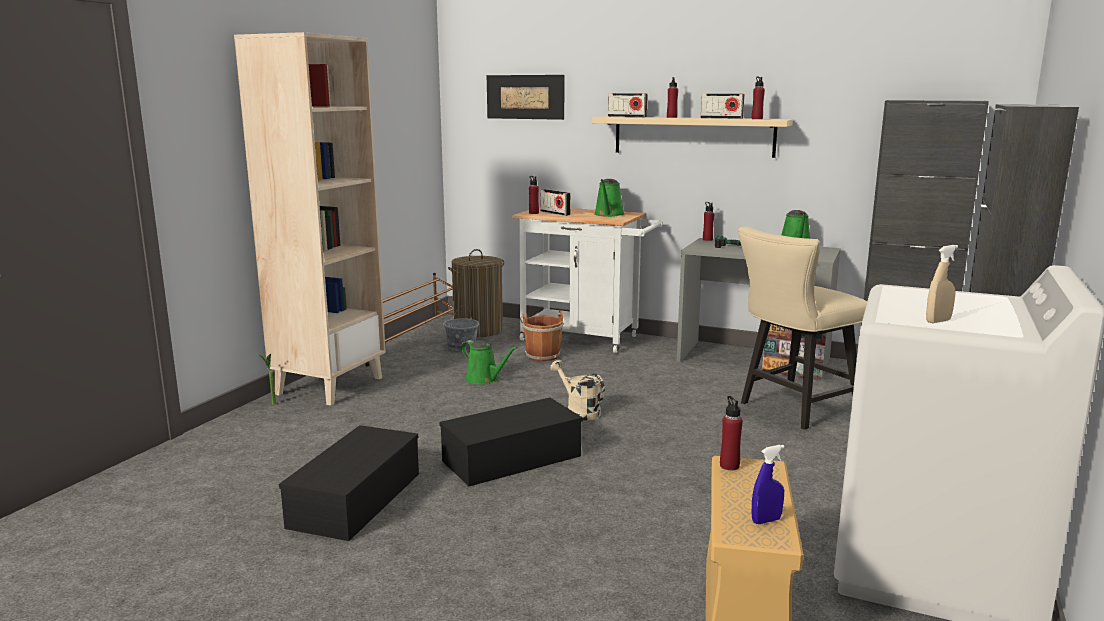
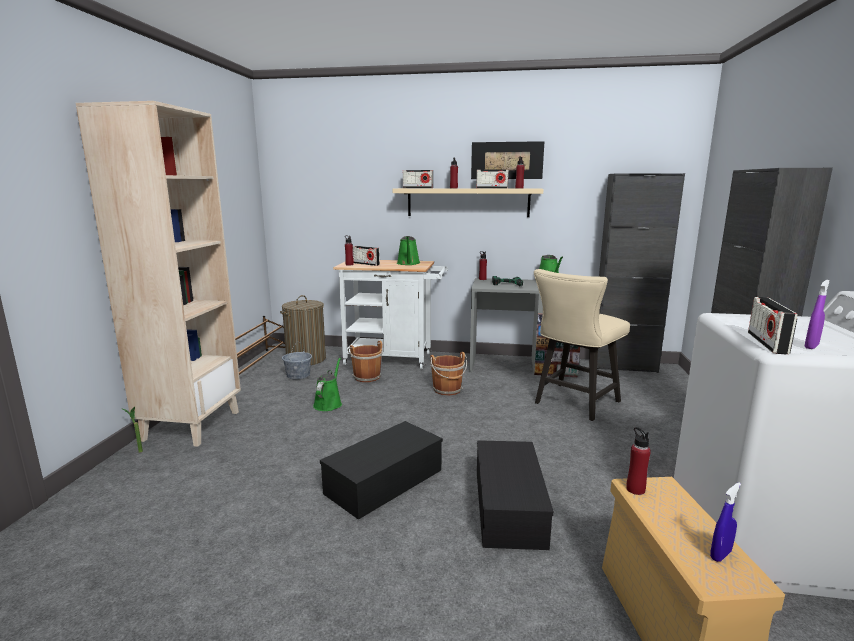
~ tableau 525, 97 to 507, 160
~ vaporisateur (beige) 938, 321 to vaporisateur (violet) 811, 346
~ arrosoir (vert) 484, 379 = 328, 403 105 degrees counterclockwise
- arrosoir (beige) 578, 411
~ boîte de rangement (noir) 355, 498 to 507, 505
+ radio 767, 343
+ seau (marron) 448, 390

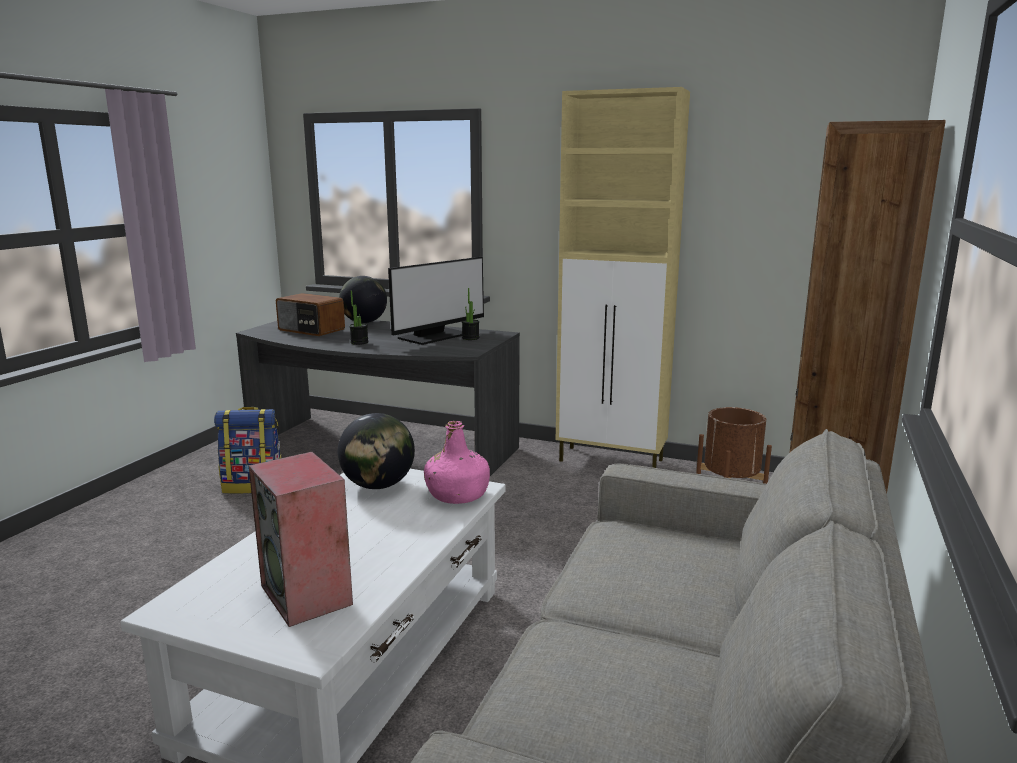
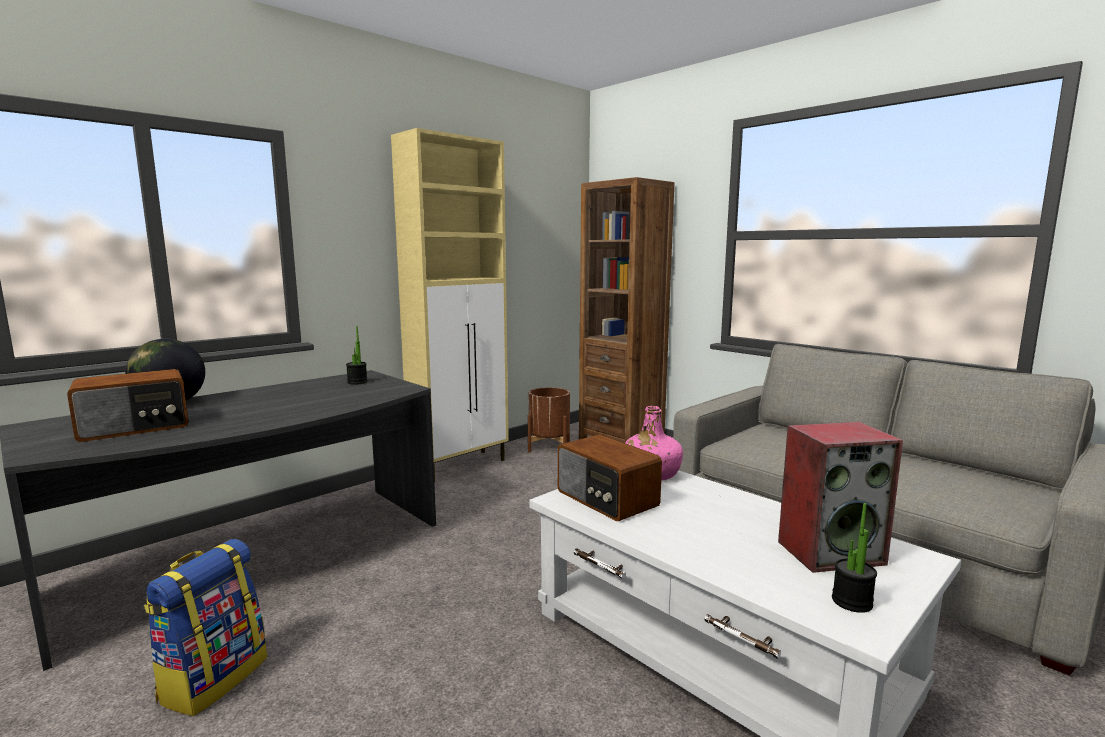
- écran d'ordinateur 435, 336
~ plante en pot 359, 342 to 852, 602
~ globe 378, 485 to radio 606, 499

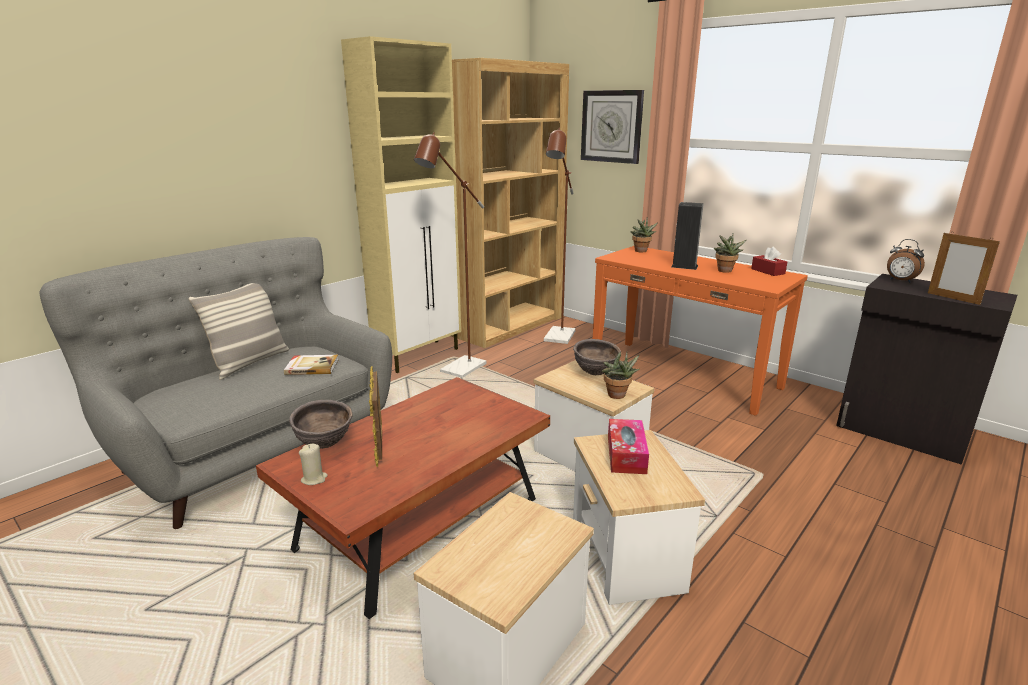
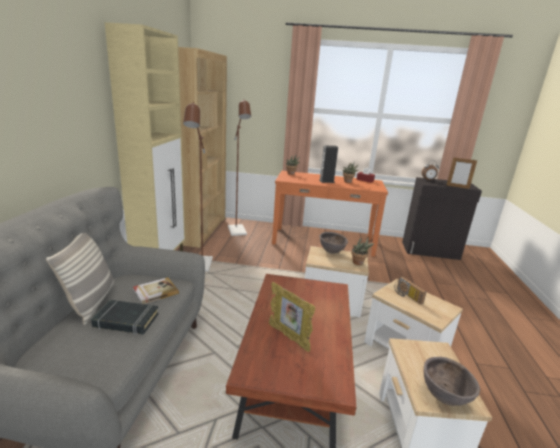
- horloge murale 611, 126
~ bol (marron) 324, 445 to 444, 398
~ boîte à mouchoirs 626, 454 to radio 406, 296
- bougie (beige) 314, 479
+ livre (noir) 126, 321

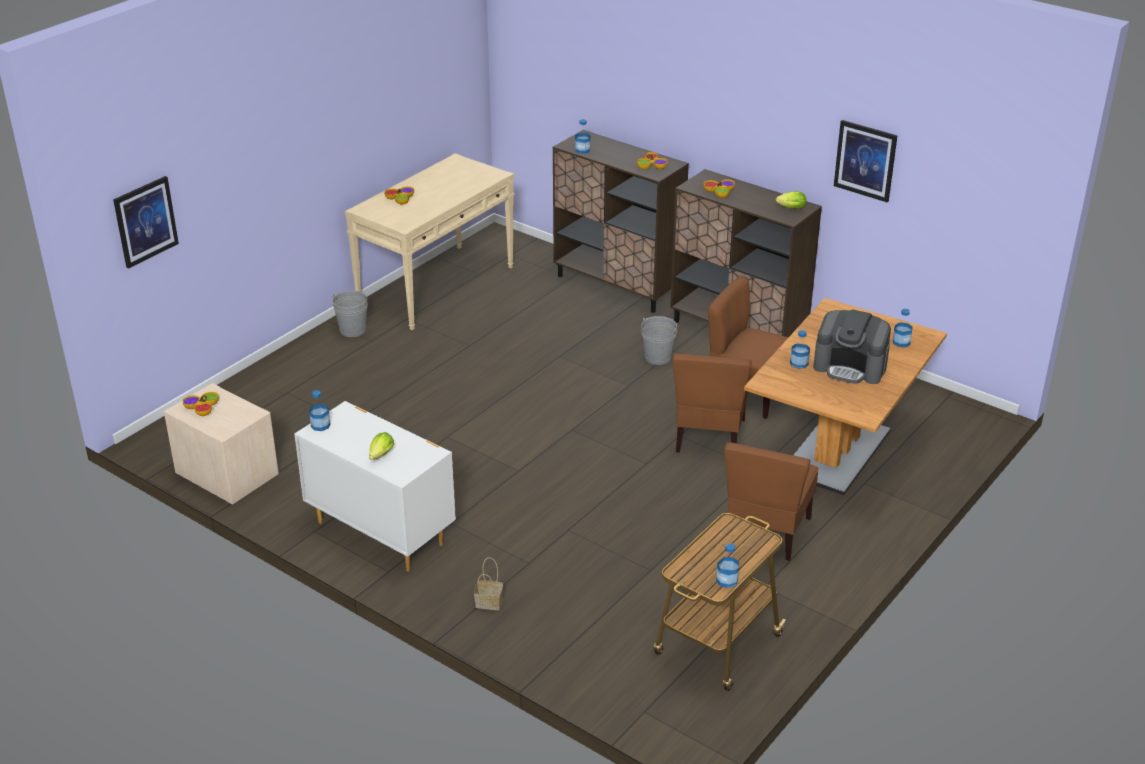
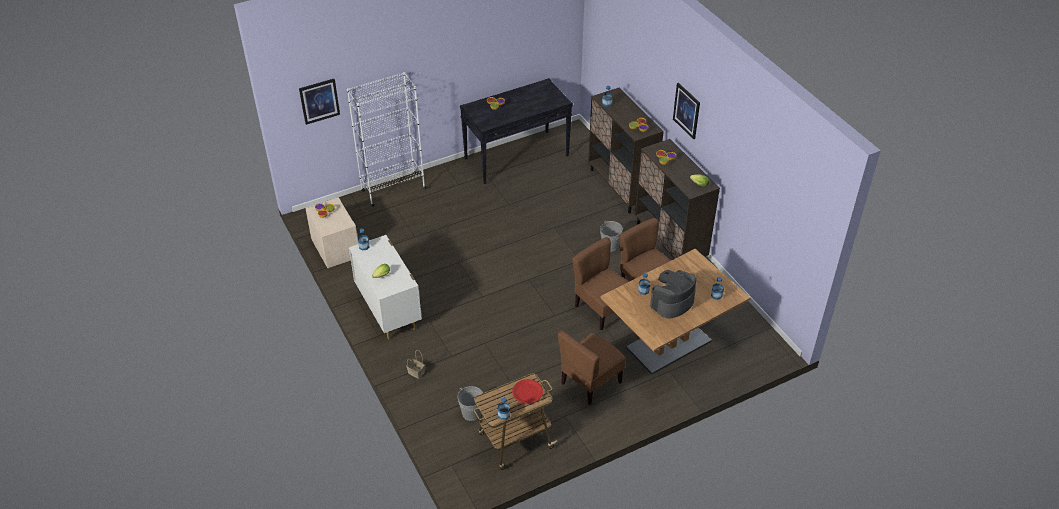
~ tableau 865, 160 to 686, 110
~ table console (beige) 437, 286 to table console (noir) 517, 157
~ seau (gris) 352, 330 to 471, 413
~ machine à café 850, 367 = 672, 303 90 degrees clockwise
~ chaise (marron) 708, 436 = 602, 309 105 degrees clockwise
+ bibliothèque (blanc) 393, 189
+ assiette (rouge) 527, 392

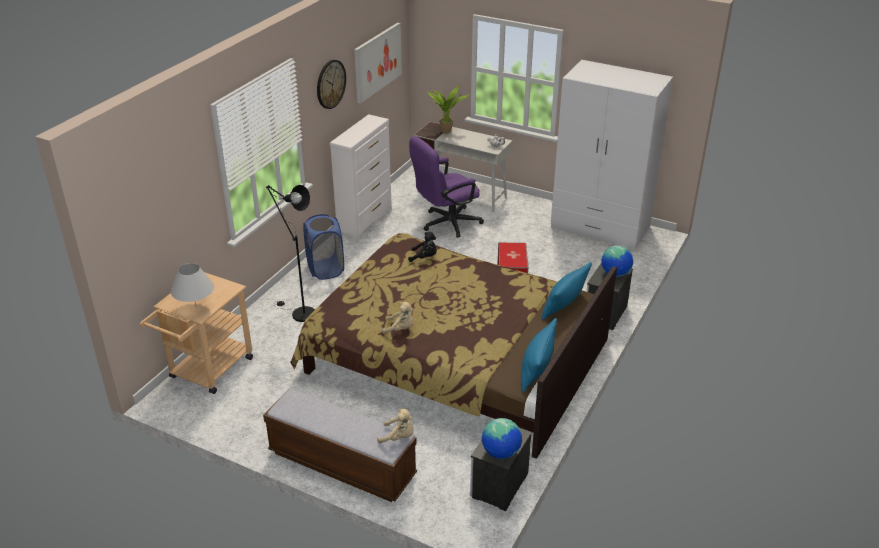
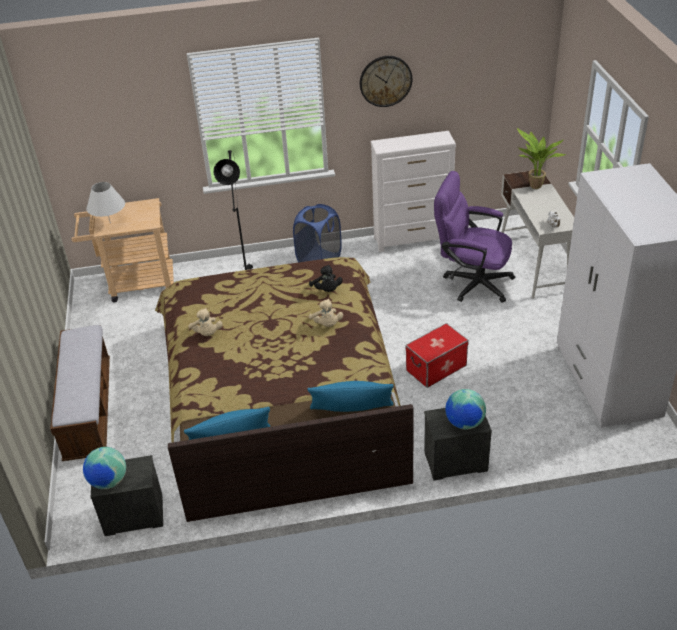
- tableau 377, 62
~ peluche (beige) 398, 437 to 326, 324

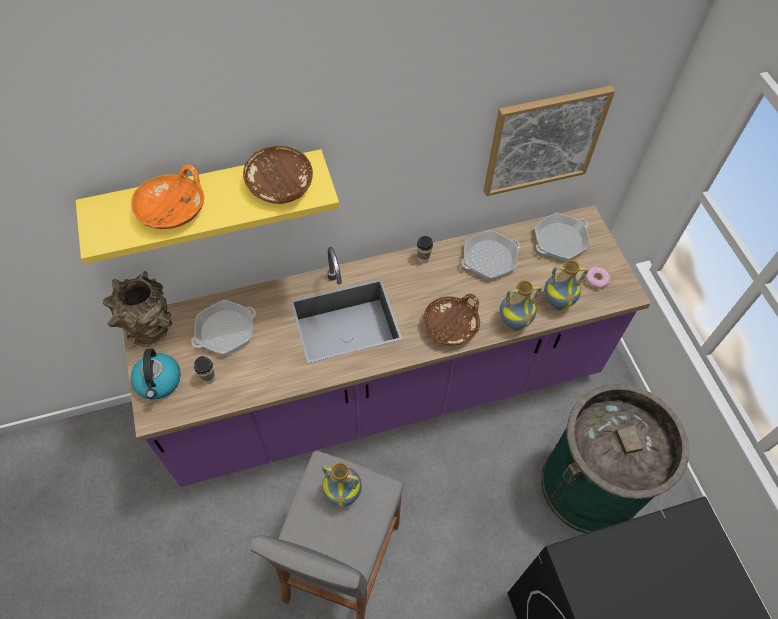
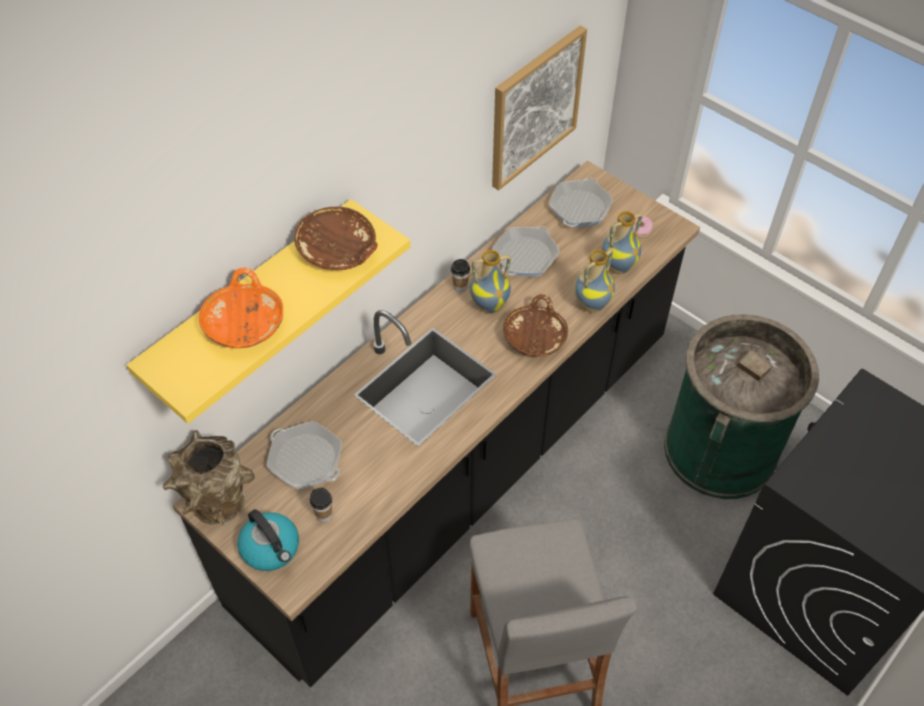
~ comptoir de cuisine (violet) 386, 391 to comptoir de cuisine (noir) 462, 468
~ poêle 225, 331 = 306, 460 75 degrees counterclockwise
~ vase 343, 492 to 489, 304

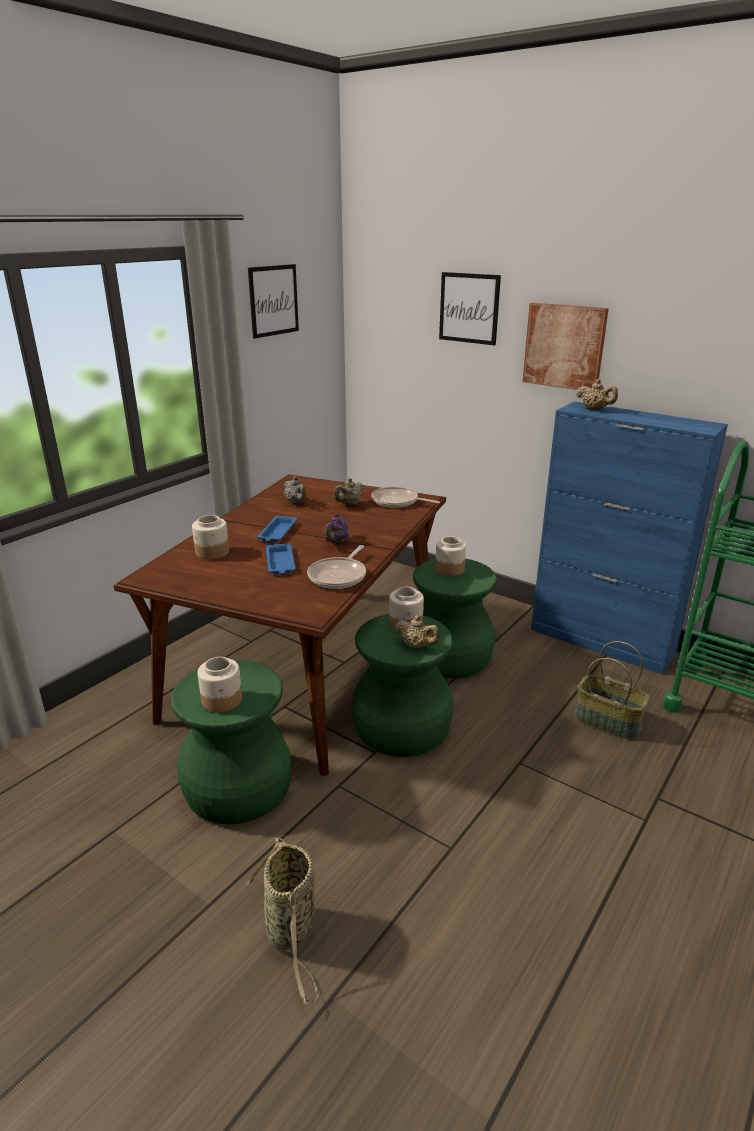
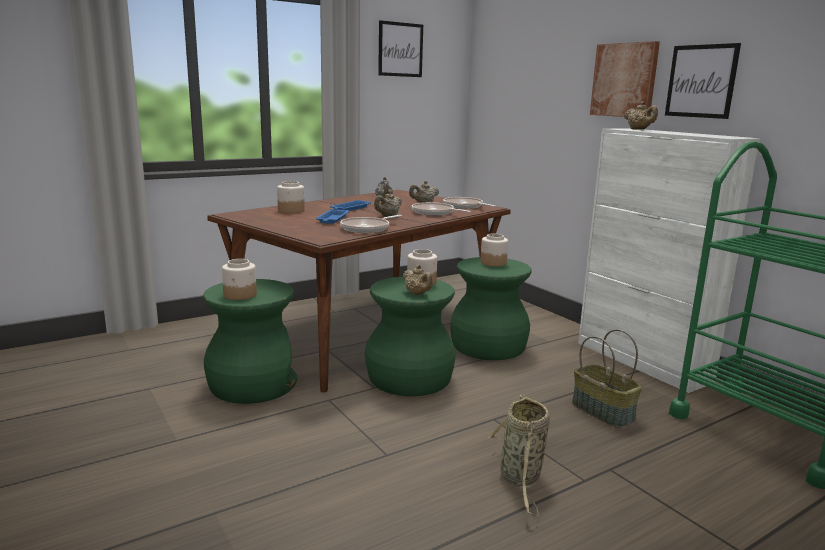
~ tableau 469, 308 to 701, 81
~ meuble de rangement (bleu) 602, 642 to meuble de rangement (blanc) 642, 362
~ théière (violet) 336, 542 to théière (beige) 388, 216
~ panier 291, 933 to 520, 478
+ poêle 435, 213

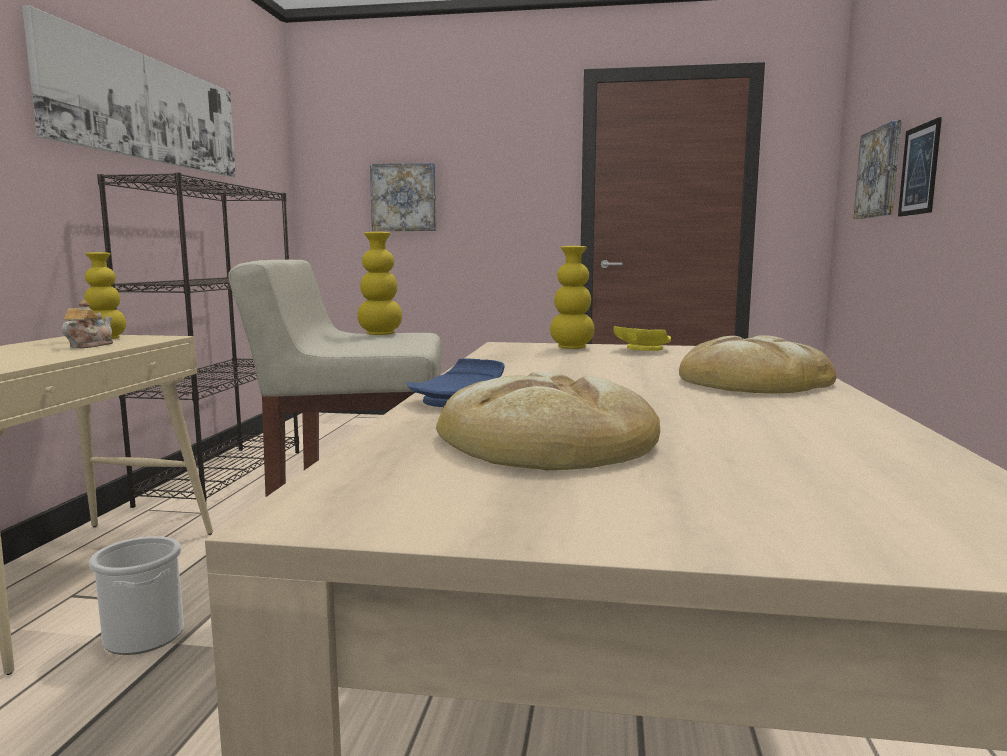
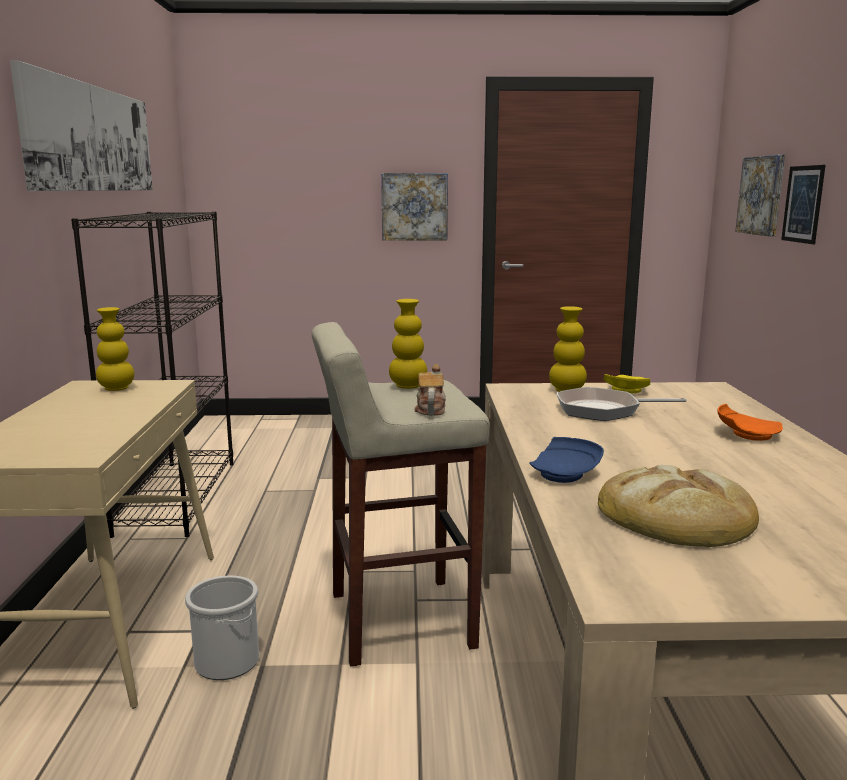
~ tableau 404, 197 to 414, 206
~ théière 89, 345 to 430, 410
~ pain 753, 381 to assiette (orange) 746, 434
+ poêle 604, 410

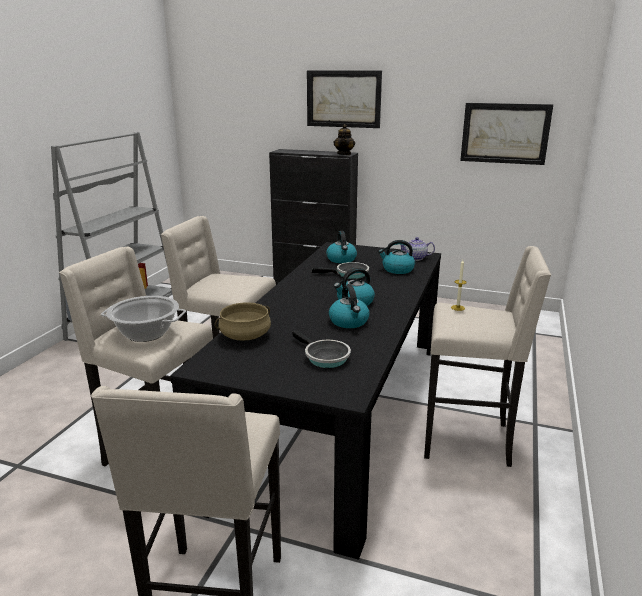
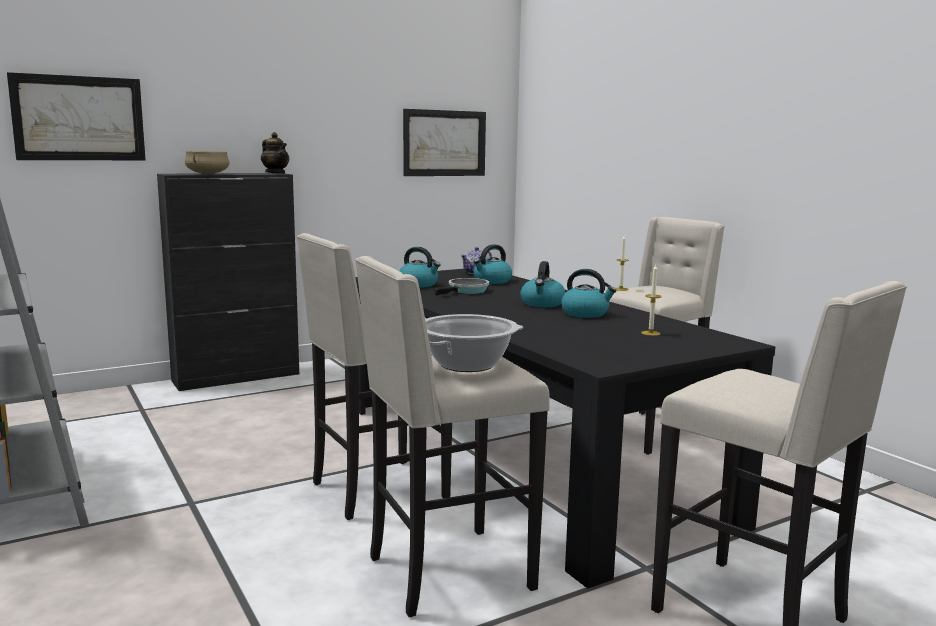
~ tableau 343, 99 to 79, 118
~ marmite (beige) 245, 335 to 207, 173
~ poêle 324, 357 to bougie 650, 333

